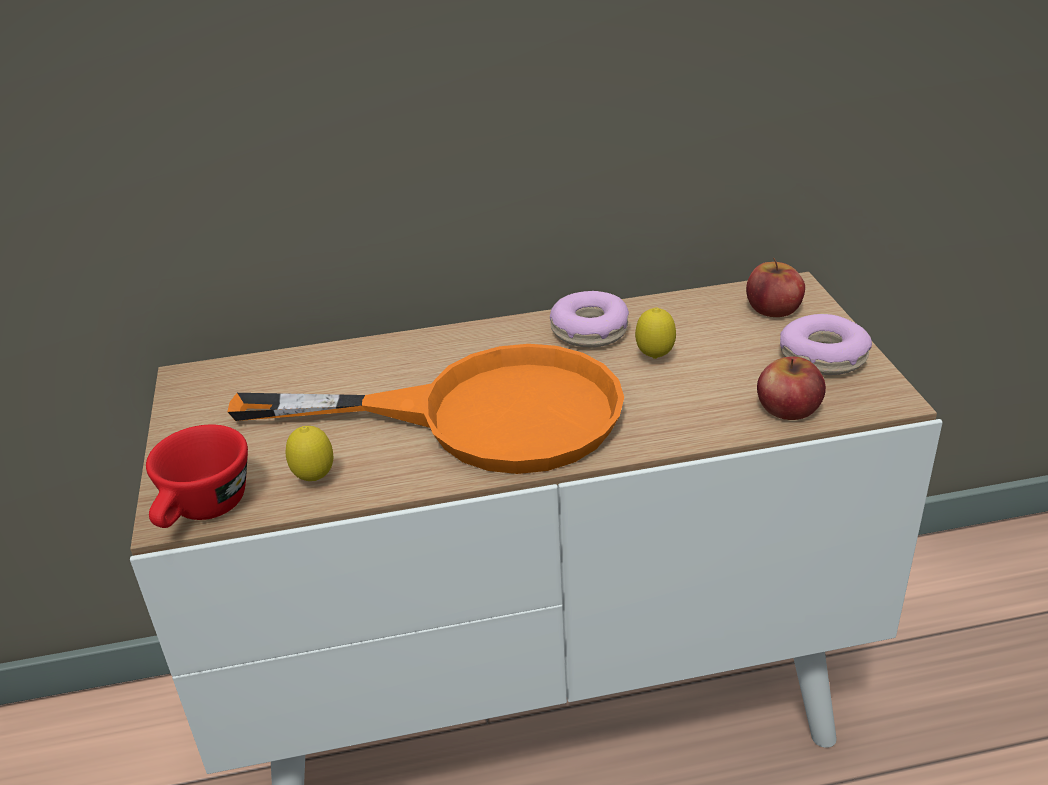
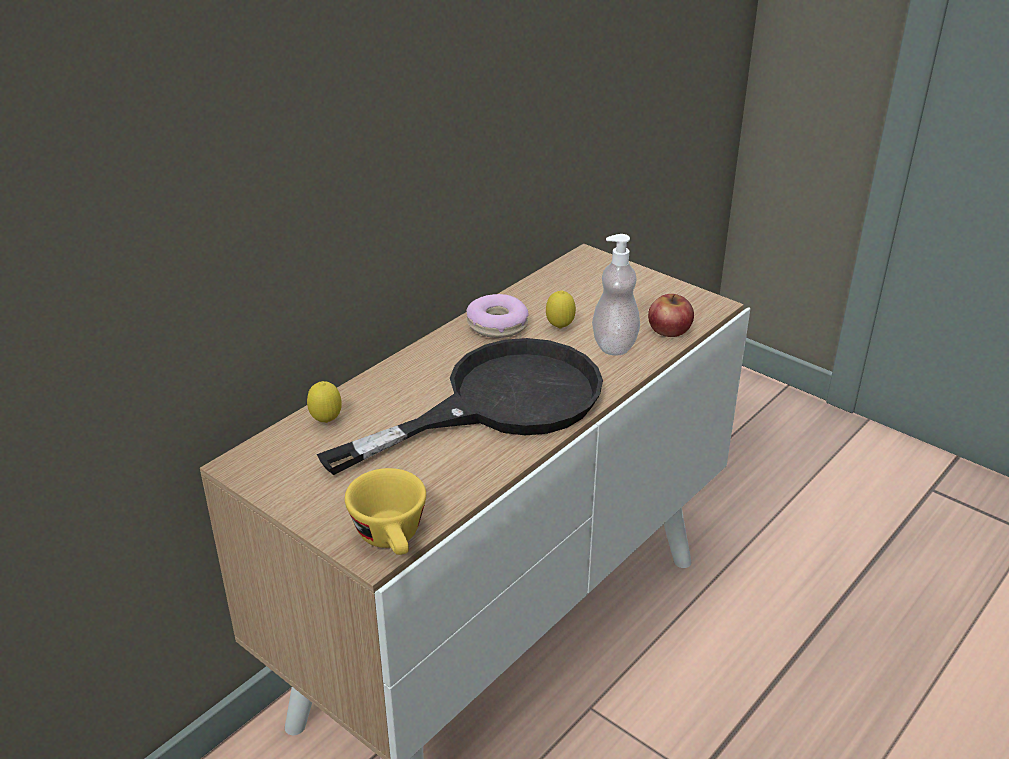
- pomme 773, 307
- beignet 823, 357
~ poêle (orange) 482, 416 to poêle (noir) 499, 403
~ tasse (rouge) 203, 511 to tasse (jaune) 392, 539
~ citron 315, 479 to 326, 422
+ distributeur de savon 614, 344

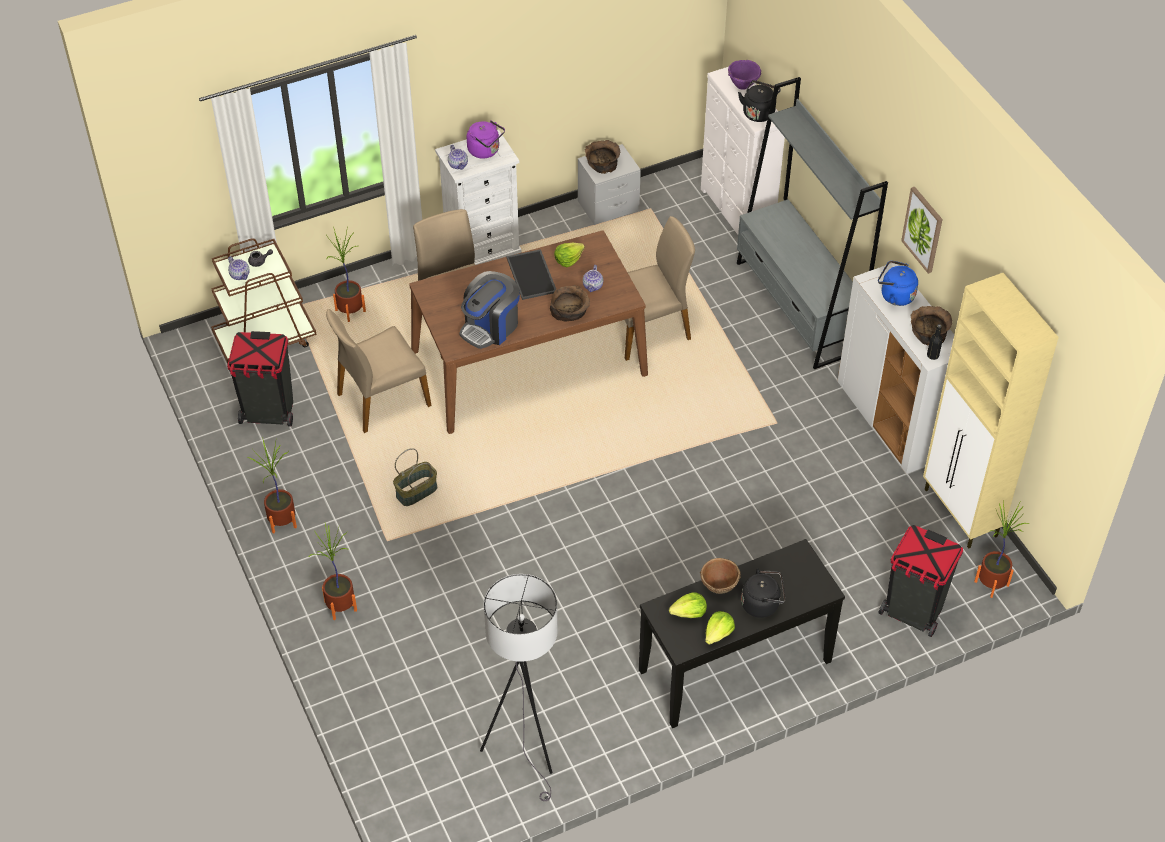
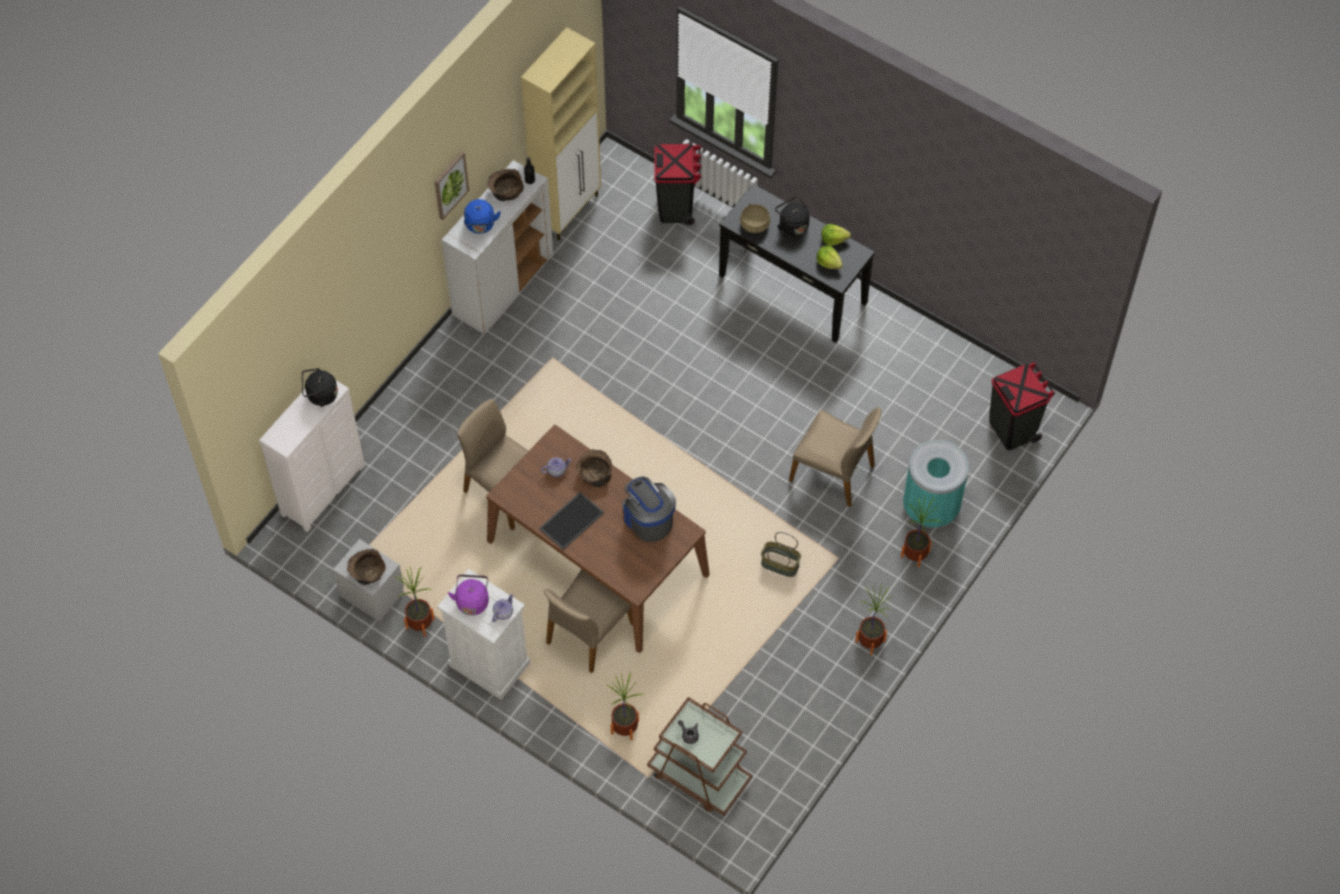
- bol (violet) 743, 84
- bibliothèque (gris) 797, 307
- laitue 568, 259
- théière 240, 275
~ machine à café 490, 327 = 648, 519 135 degrees counterclockwise
~ chaise (beige) 382, 400 to 833, 472
~ poubelle (noir) 269, 412 to 1012, 429
~ plante en pot 991, 583 to 420, 623
- bol (marron) 719, 586
- lampadaire (gris) 527, 747
+ marmite (beige) 754, 224
+ poubelle (turquoise) 930, 507

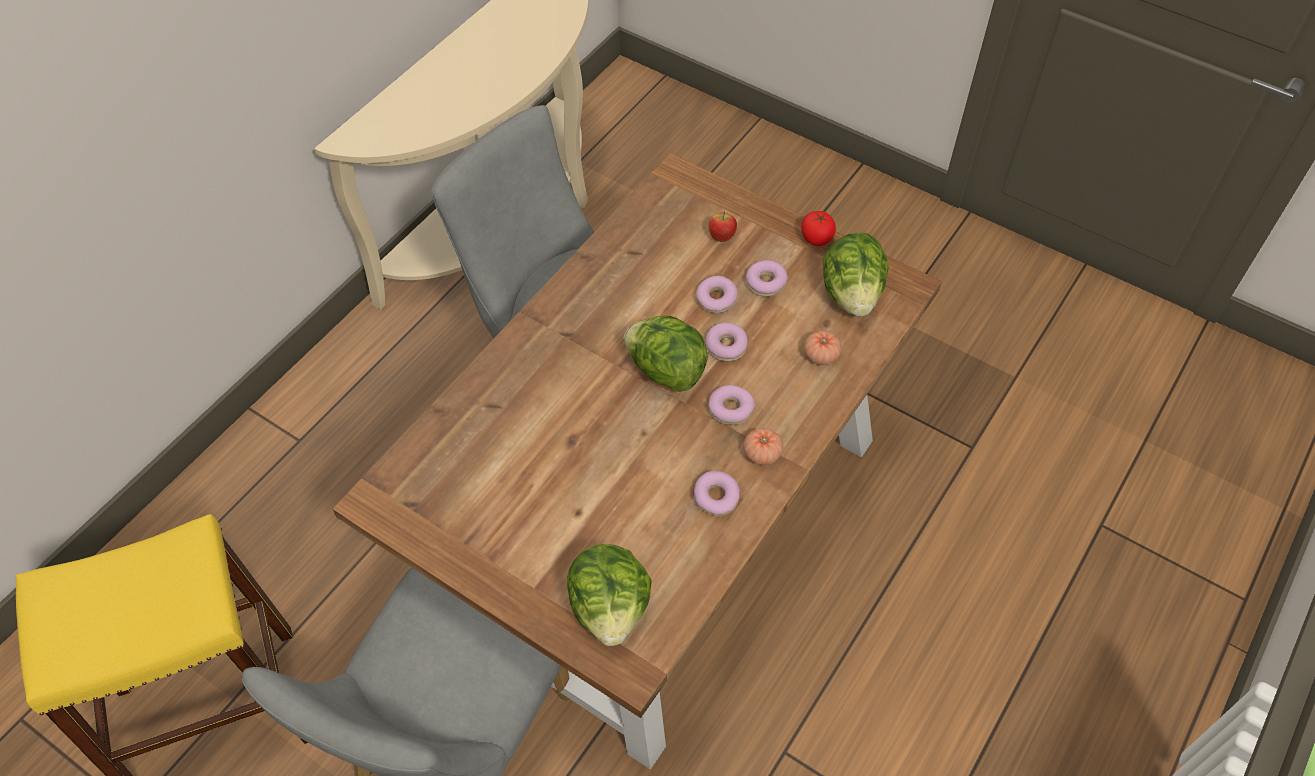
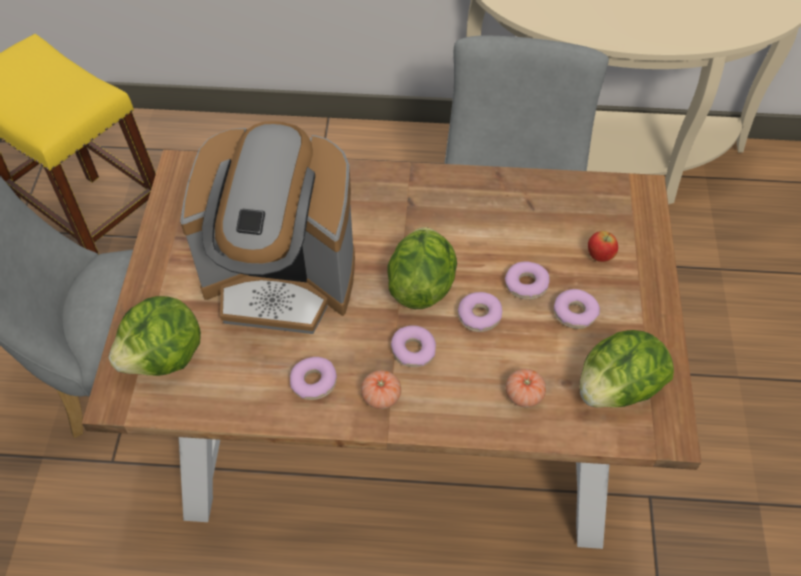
- tomate 816, 238
+ machine à café 282, 280

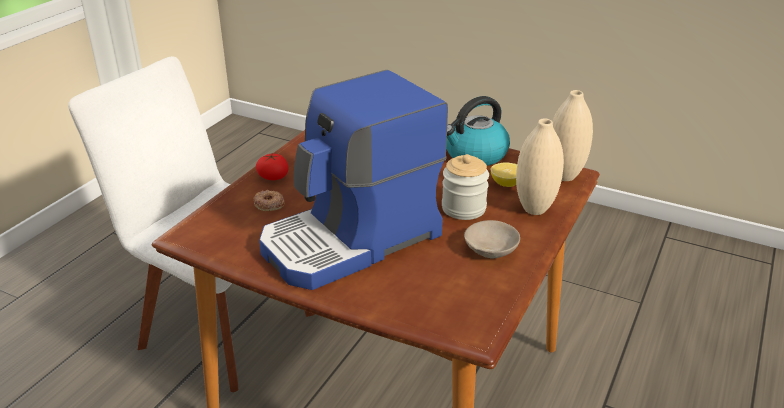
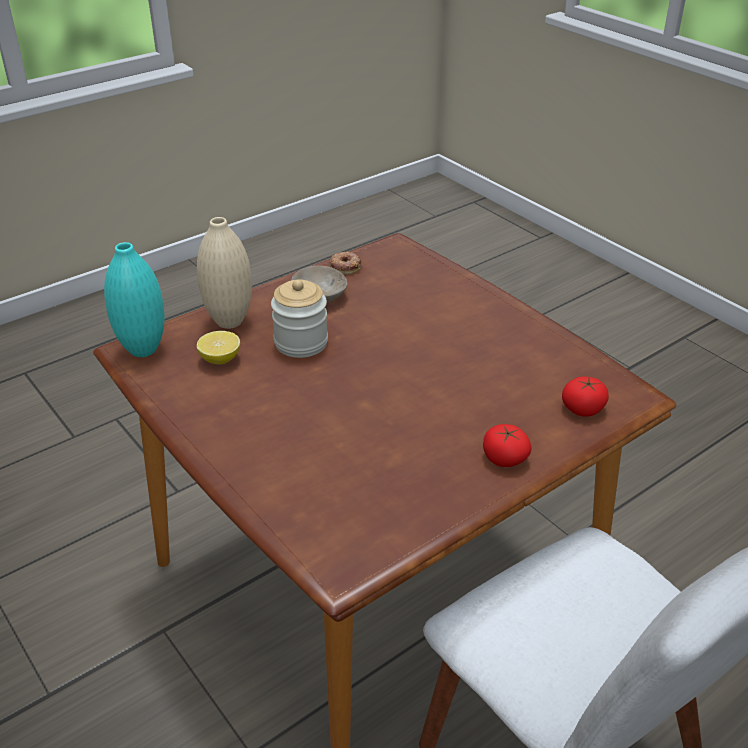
- machine à café 352, 241
~ vase (beige) 564, 176 to vase (turquoise) 143, 350
- bouilloire 475, 155
~ beignet 269, 204 to 345, 266
+ tomate 583, 408

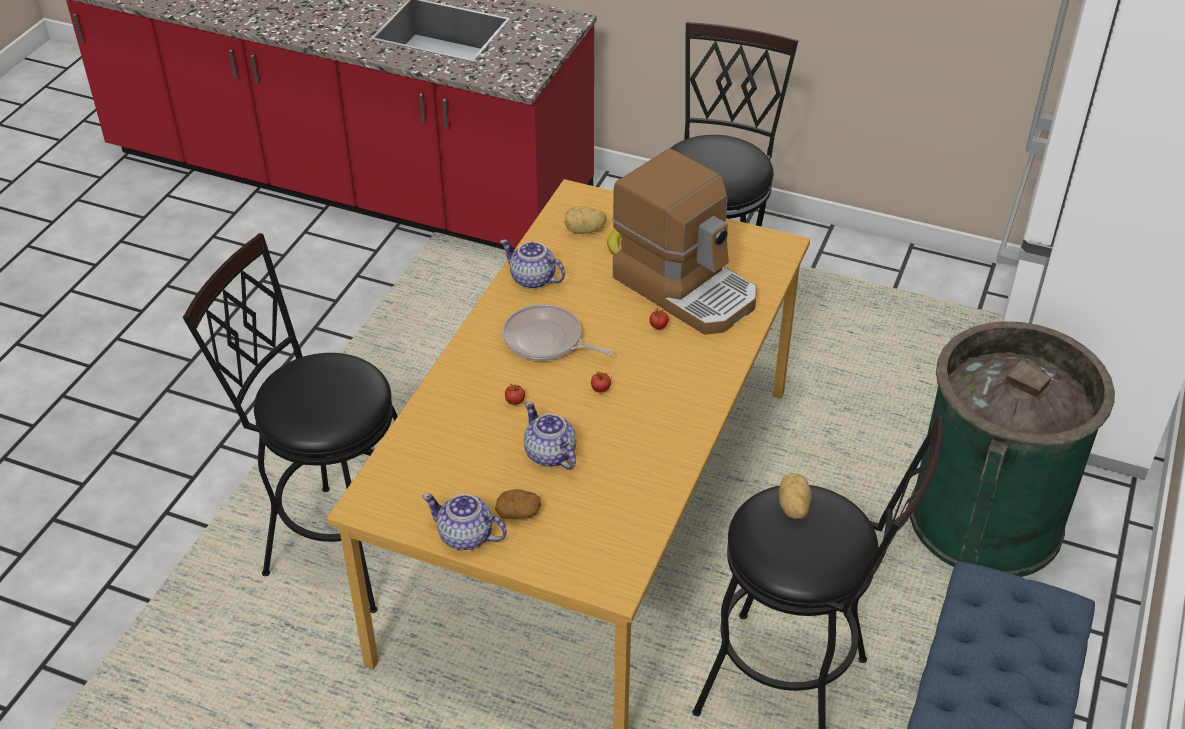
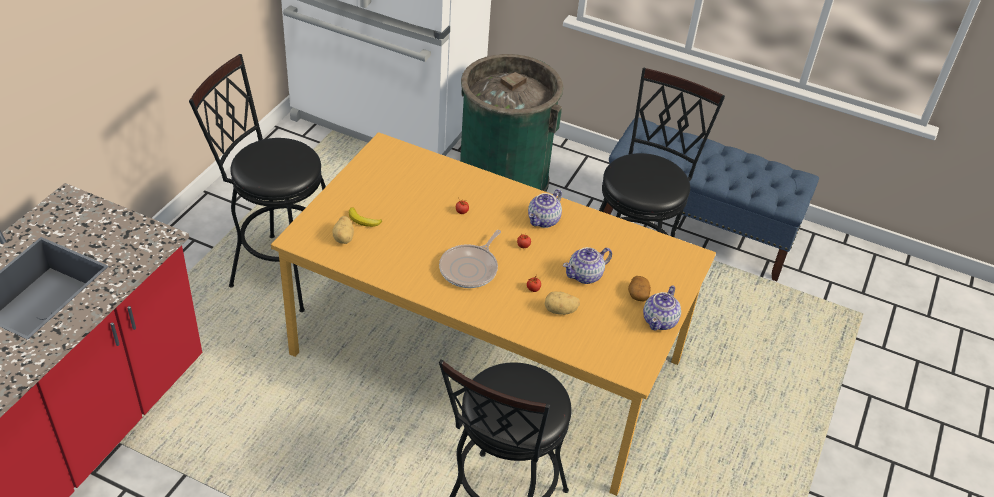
- machine à café 686, 287
~ théière 532, 279 to 544, 221
~ pomme de terre 792, 507 to 560, 311

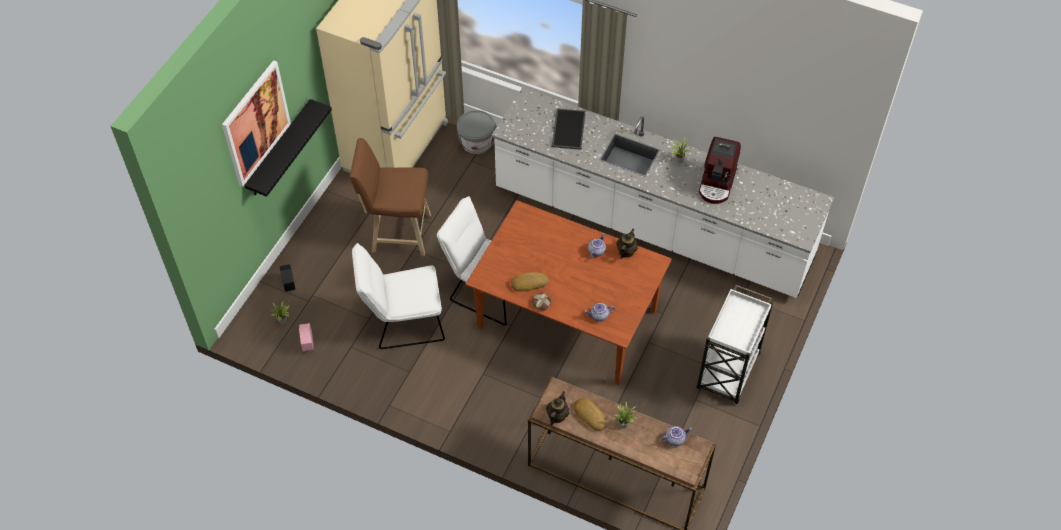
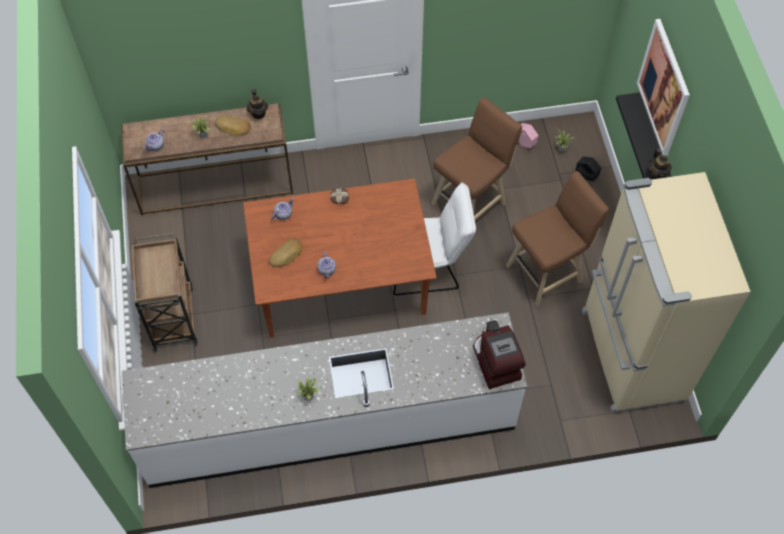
- plateau 568, 128
- seau (gris) 476, 143
~ machine à café 717, 183 to 495, 362
~ théière 626, 252 to 657, 174
~ chaise (blanc) 402, 322 to tabouret (marron) 471, 201
~ pain 529, 283 to 286, 255
~ chariot (blanc) 727, 372 to chariot (marron) 173, 317

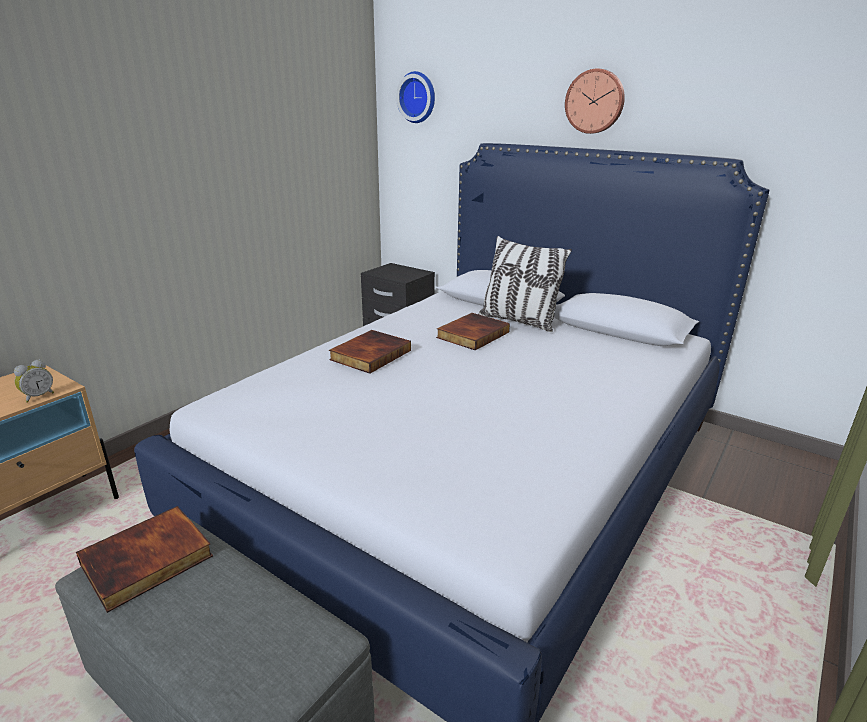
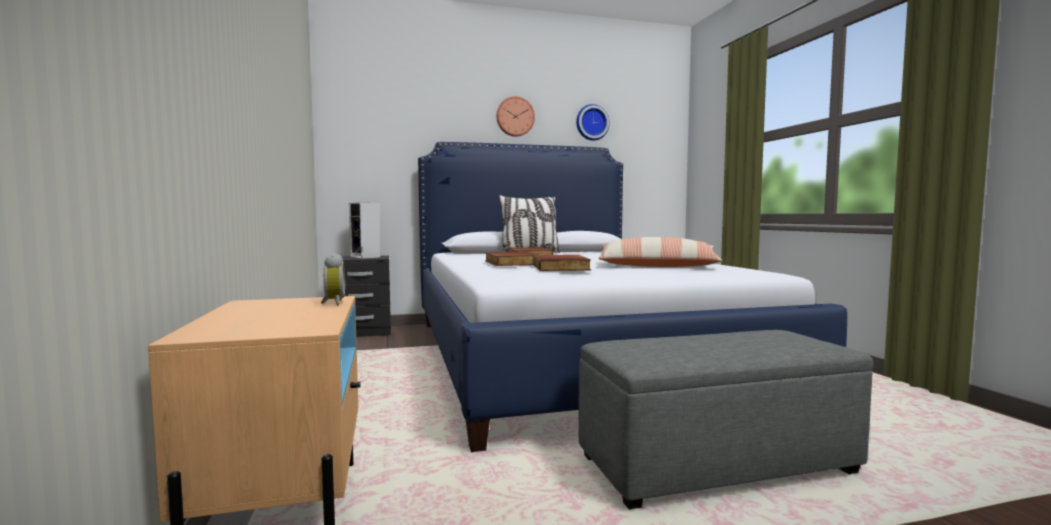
~ horloge murale 418, 97 to 591, 123
~ livre 147, 562 to 562, 267
+ enceinte 366, 257
+ coussin 657, 266

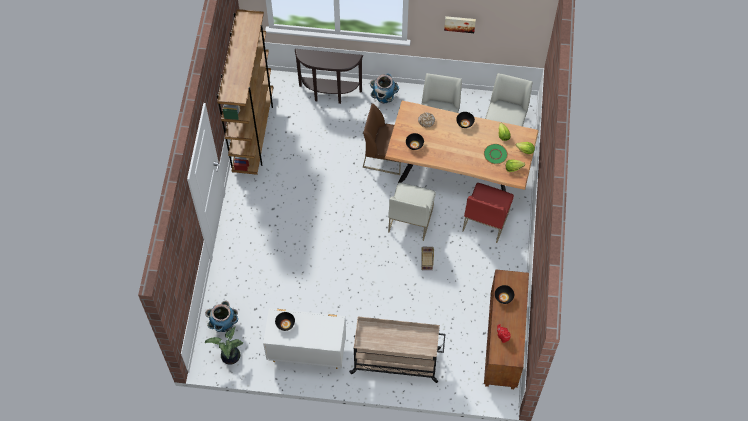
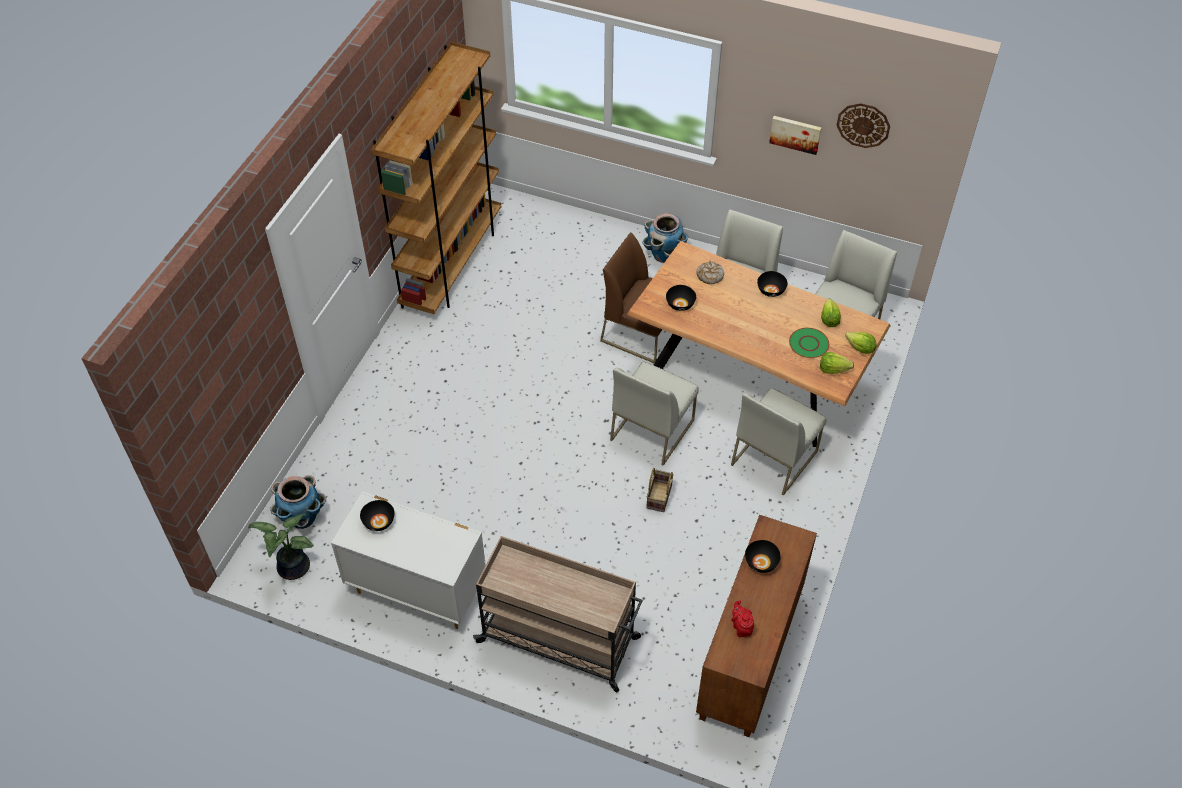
- table console (marron) 329, 94
~ chaise (rouge) 485, 220 to chaise (blanc) 774, 457
+ horloge murale 863, 125

